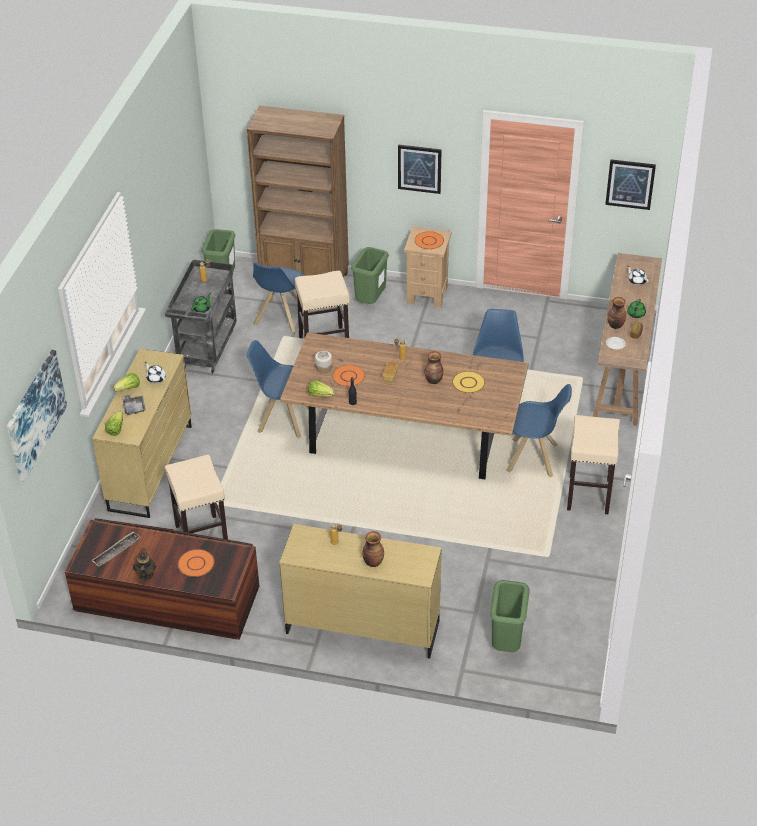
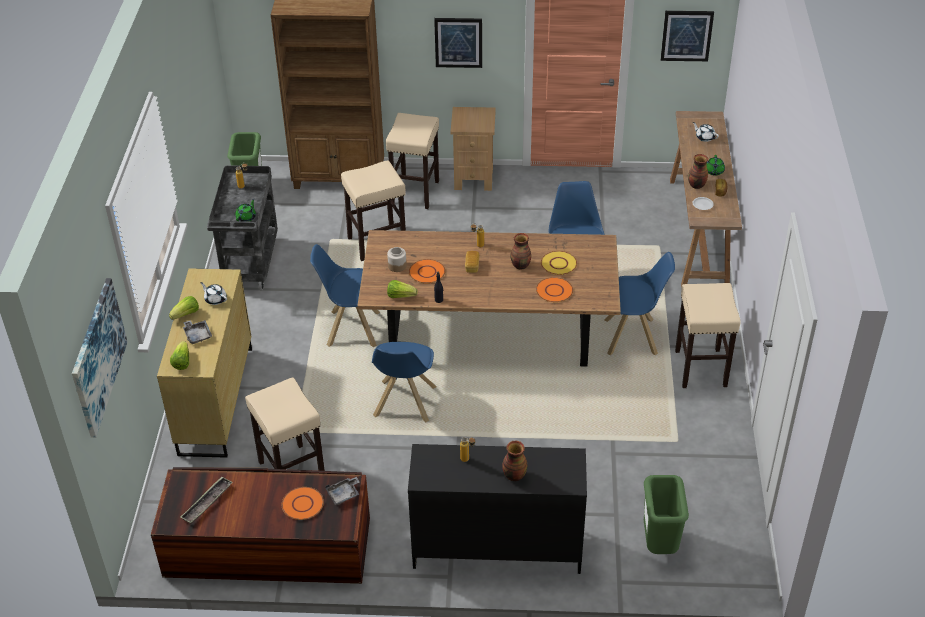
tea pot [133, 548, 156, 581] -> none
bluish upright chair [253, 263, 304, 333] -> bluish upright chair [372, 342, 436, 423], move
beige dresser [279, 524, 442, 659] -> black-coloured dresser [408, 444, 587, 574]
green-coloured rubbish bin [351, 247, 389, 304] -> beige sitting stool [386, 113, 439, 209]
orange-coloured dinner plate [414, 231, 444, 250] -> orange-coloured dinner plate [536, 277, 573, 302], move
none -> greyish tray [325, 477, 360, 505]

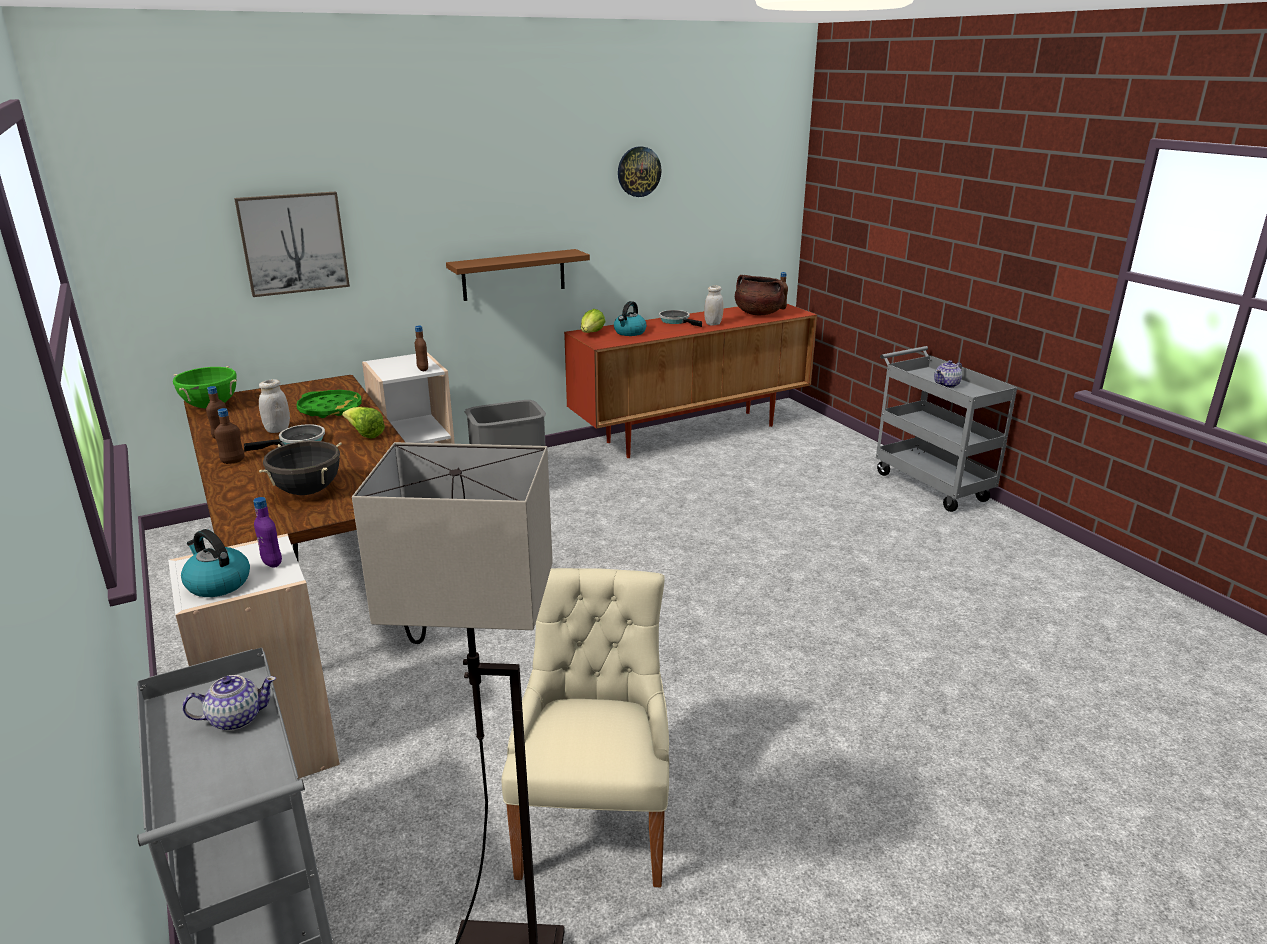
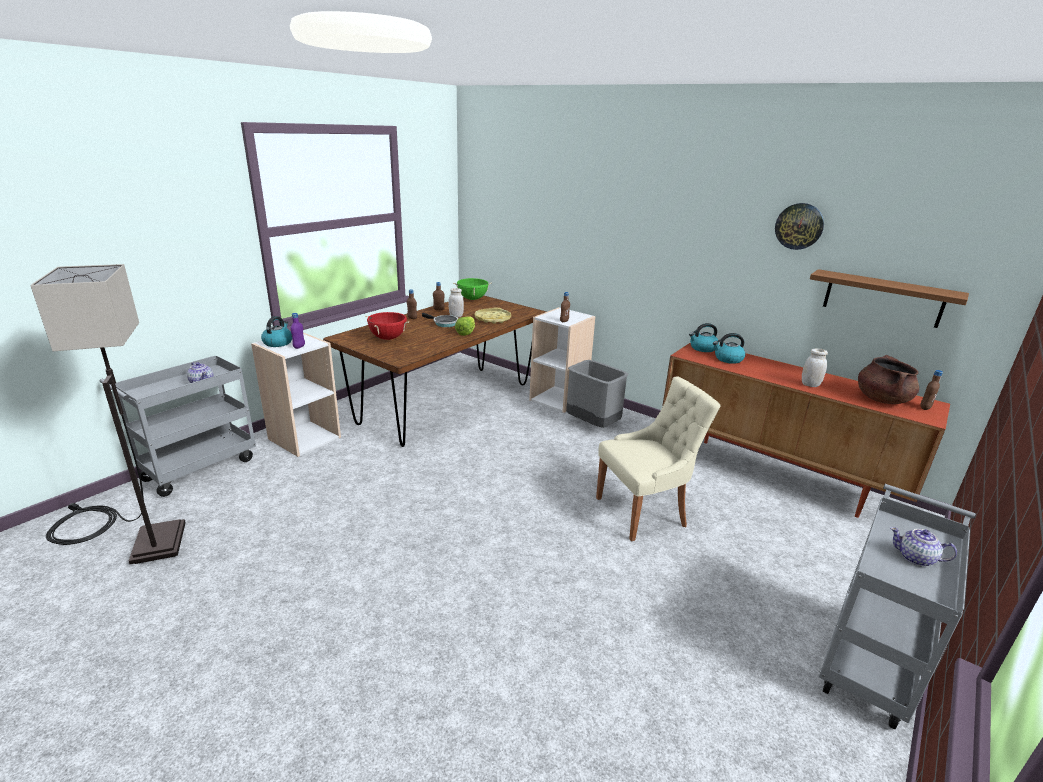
wall picture [234, 192, 350, 297] -> none
black-coloured stockpot [259, 441, 342, 495] -> red stockpot [365, 312, 409, 340]
green-coloured tray [296, 390, 362, 418] -> yellow-coloured tray [475, 308, 511, 323]
brownish bracket shelf [446, 249, 590, 301] -> brownish bracket shelf [810, 269, 969, 328], move
beige upright chair [502, 568, 669, 887] -> beige upright chair [596, 376, 721, 541], move
head of lettuce [581, 309, 605, 333] -> kettle [689, 323, 719, 352]
frying pan [659, 310, 702, 327] -> none

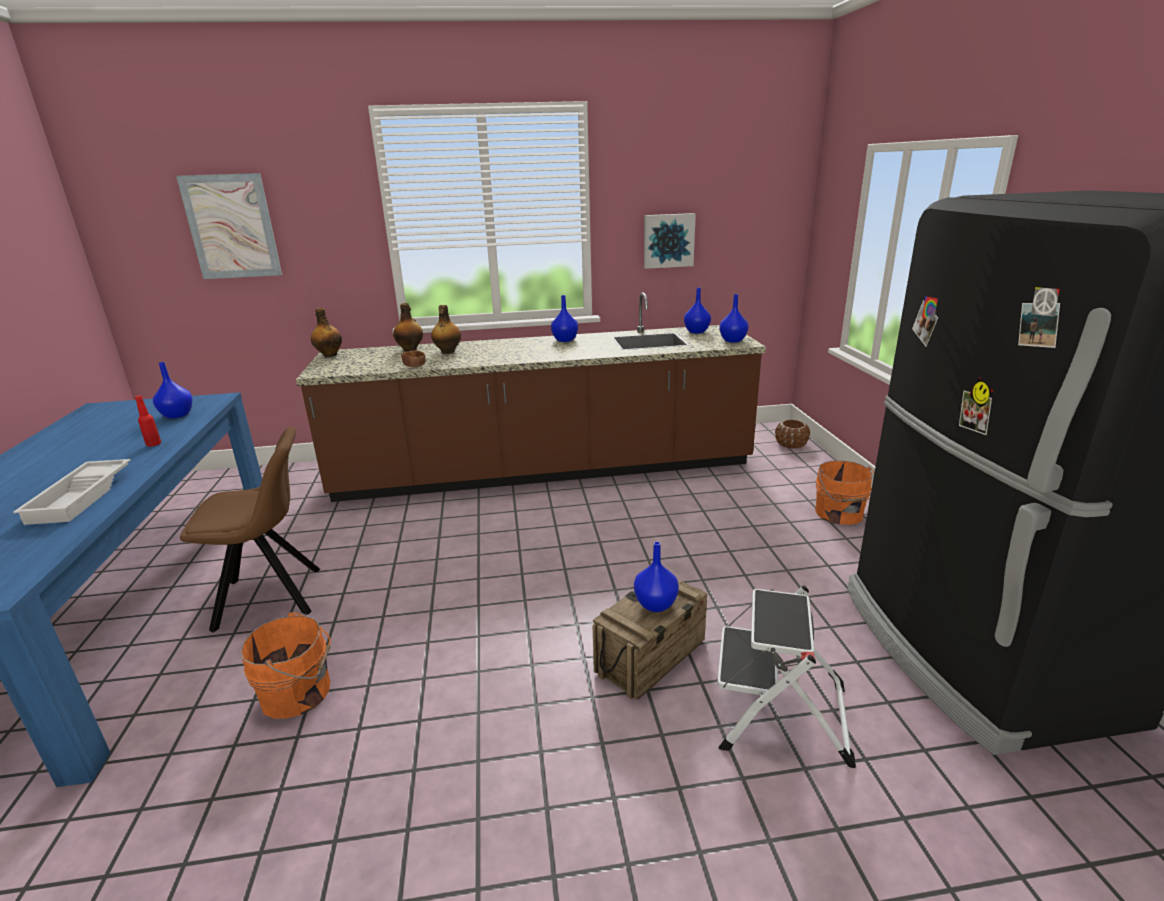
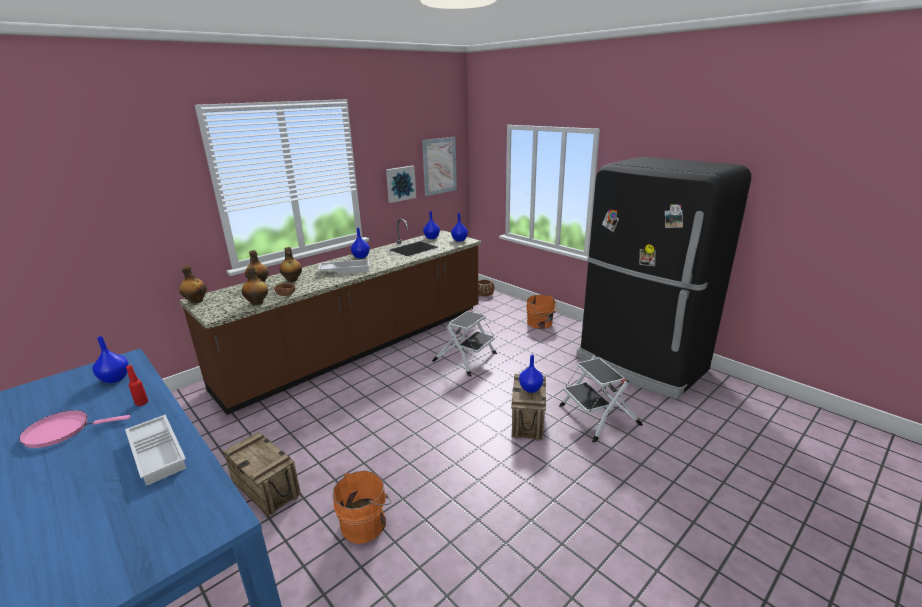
wall picture [176, 173, 282, 279] -> wall picture [422, 137, 457, 196], move
brownish upright chair [180, 426, 320, 632] -> crate [223, 432, 301, 516]
none -> pink-coloured frying pan [19, 410, 131, 448]
none -> bottle [242, 266, 268, 305]
none -> white tray [318, 259, 369, 274]
none -> step stool [432, 308, 497, 377]

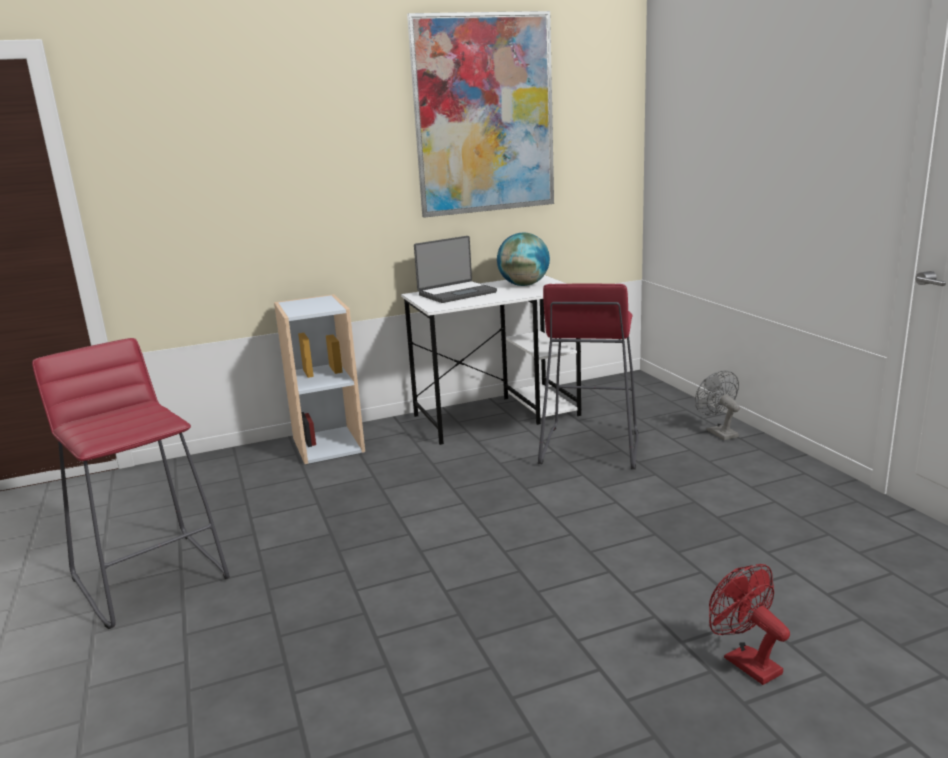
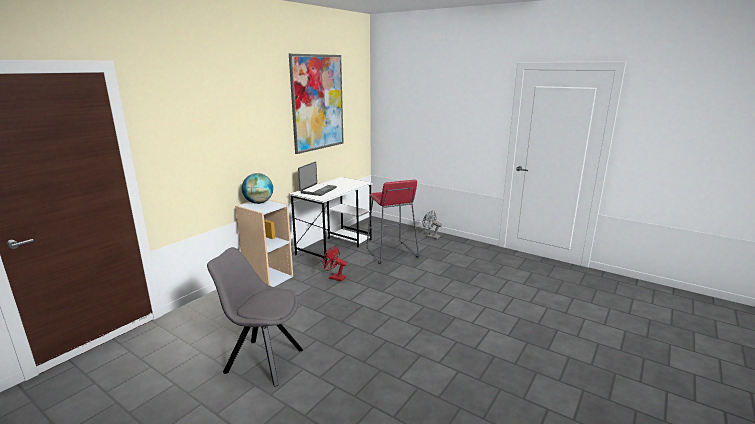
red sitting stool [32, 338, 230, 629] -> greyish upright chair [207, 247, 303, 387]
desk globe [497, 233, 550, 286] -> desk globe [242, 173, 273, 204], move
red cooling fan [709, 564, 790, 685] -> red cooling fan [323, 246, 347, 281], move

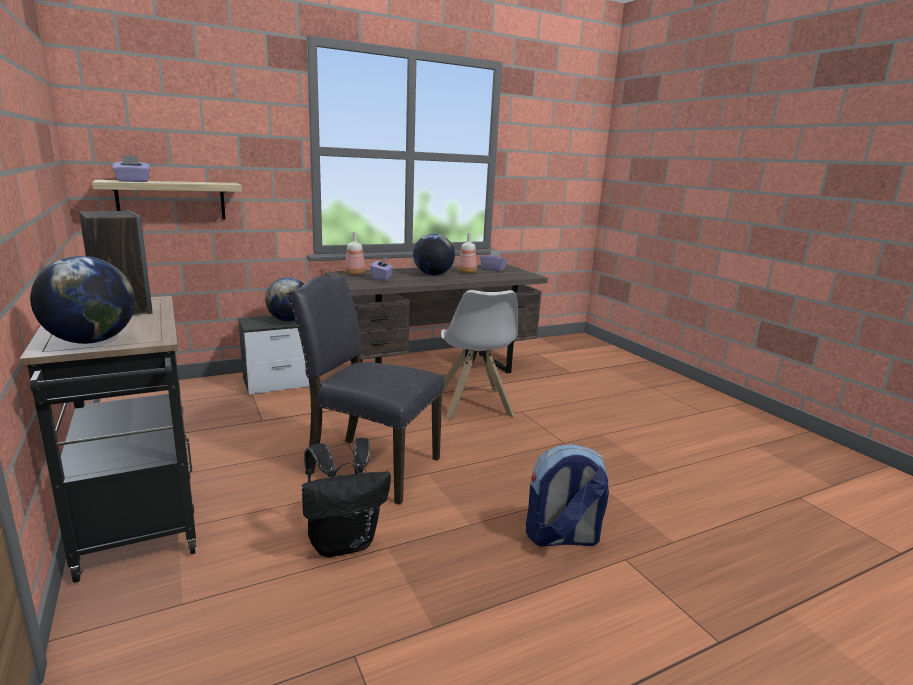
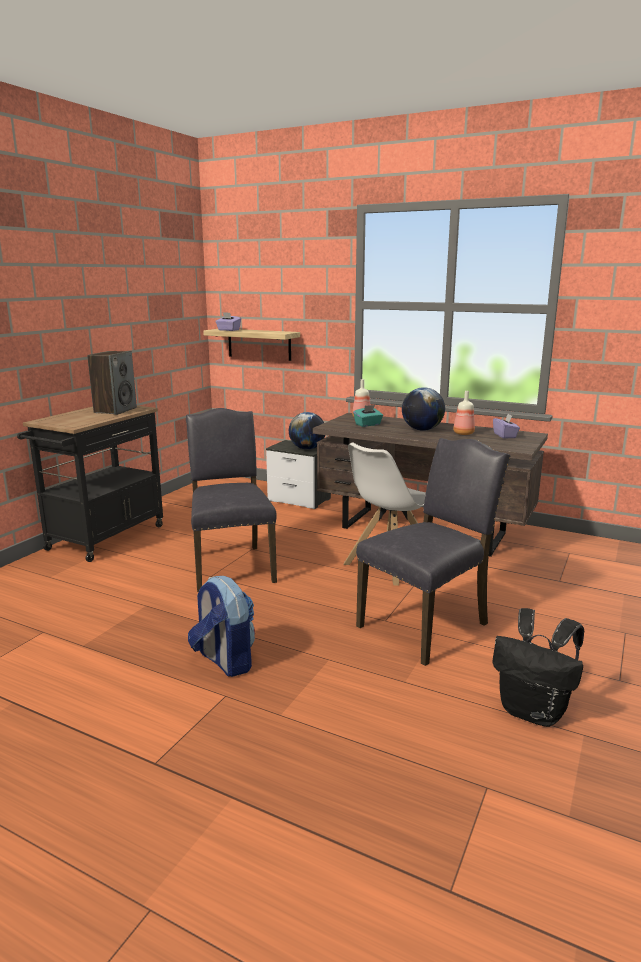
desk globe [30, 256, 135, 344] -> none
black-coloured knapsack [302, 438, 391, 557] -> black-coloured knapsack [493, 608, 584, 727], move
purplish tissue box [370, 257, 393, 281] -> turquoise-coloured tissue box [353, 405, 383, 427]
none -> greyish upright chair [356, 438, 511, 666]

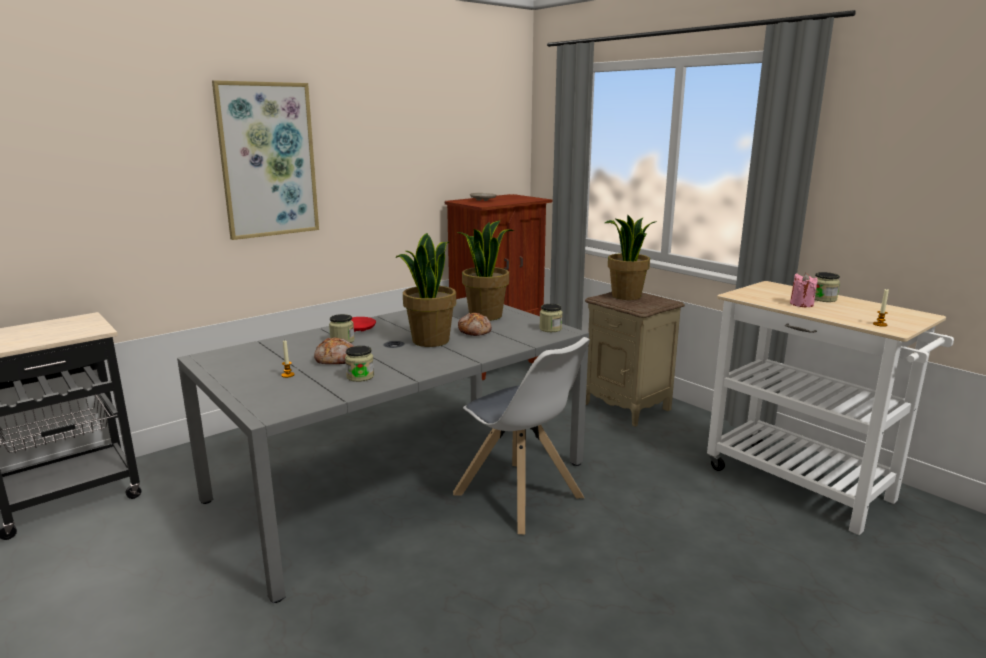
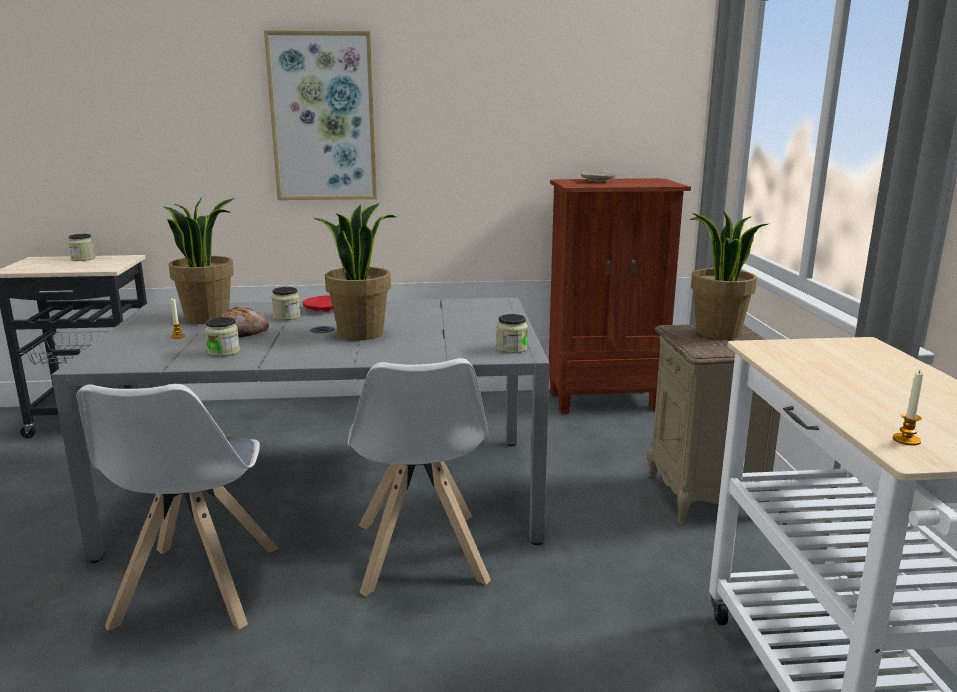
plant in a pot [457, 220, 514, 321] -> plant in a pot [164, 197, 234, 324], move
baked bread [458, 313, 492, 336] -> none
pink-coloured wax light [790, 273, 817, 307] -> none
jar [815, 272, 840, 302] -> jar [68, 234, 96, 261], move
none -> upright chair [76, 384, 279, 631]

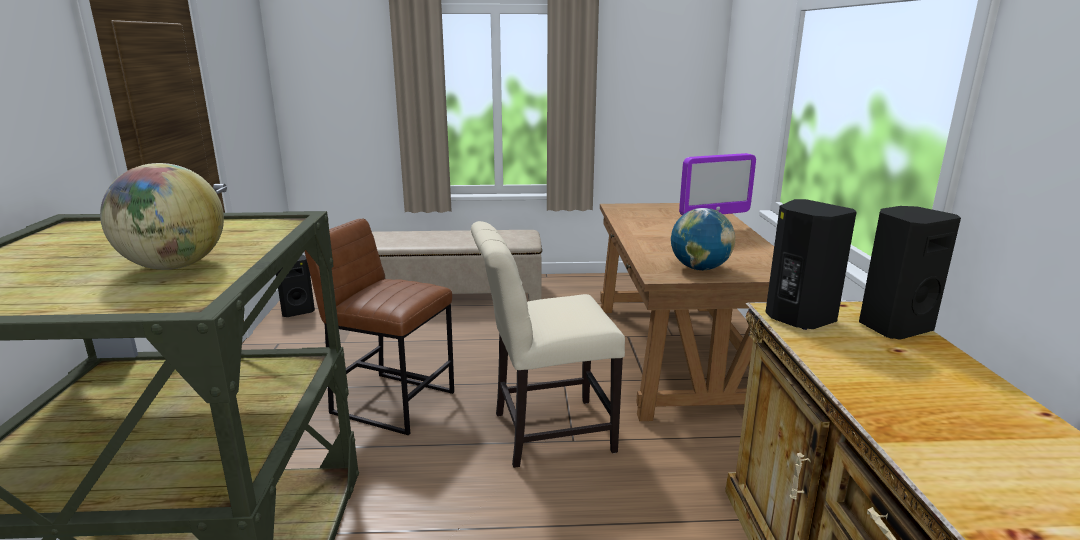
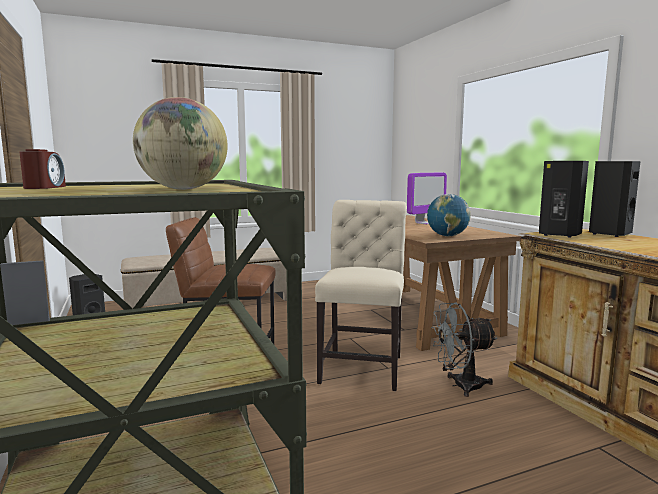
beige upright chair [471, 221, 625, 468] -> beige upright chair [315, 200, 407, 391], 135 degrees clockwise
none -> table clock [19, 149, 66, 189]
none -> greyish cooling fan [431, 302, 497, 397]

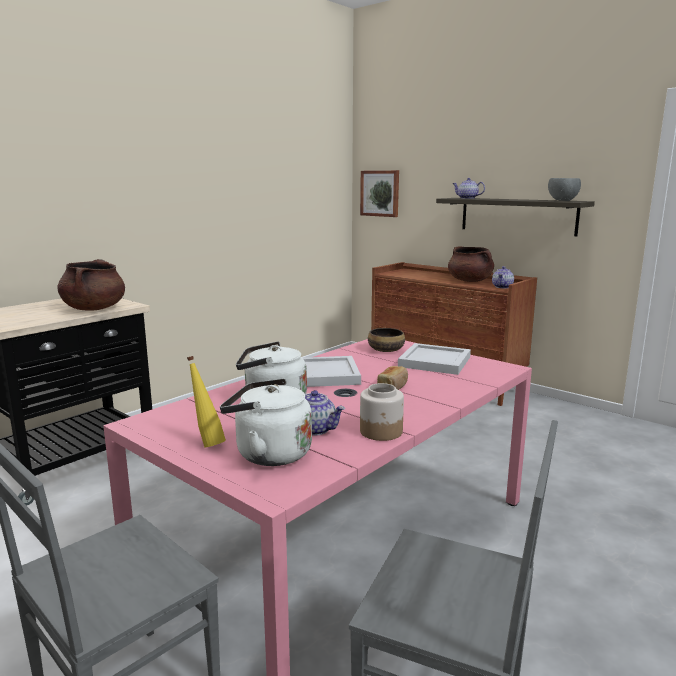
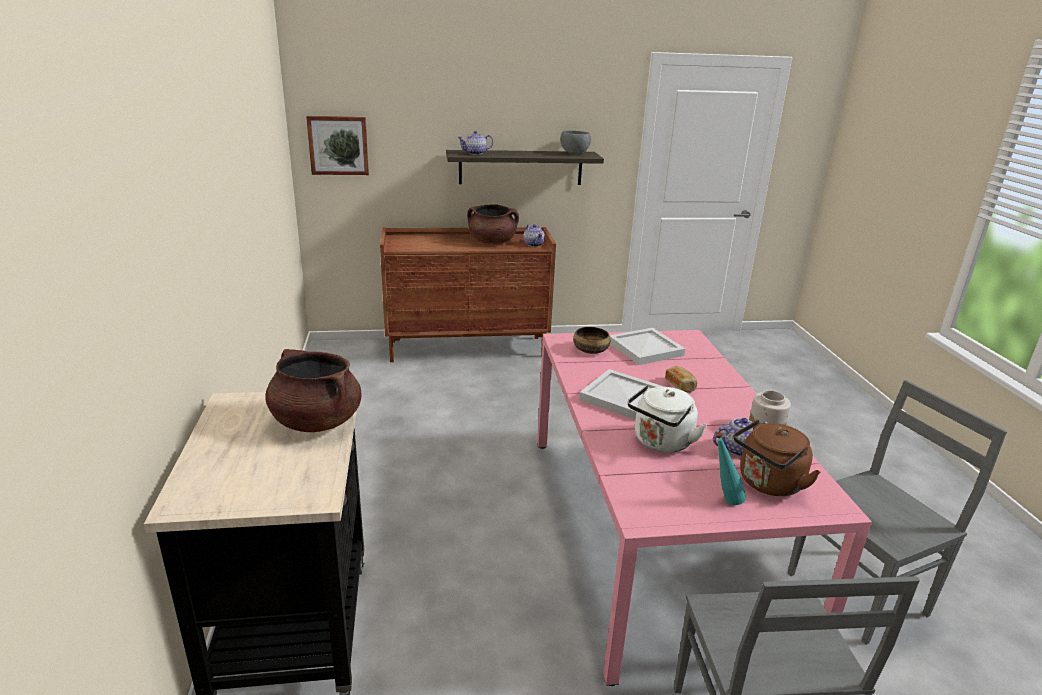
yellow-coloured bottle [187, 356, 226, 447] -> turquoise-coloured bottle [715, 432, 746, 505]
white kettle [220, 379, 312, 466] -> brownish kettle [734, 420, 820, 496]

